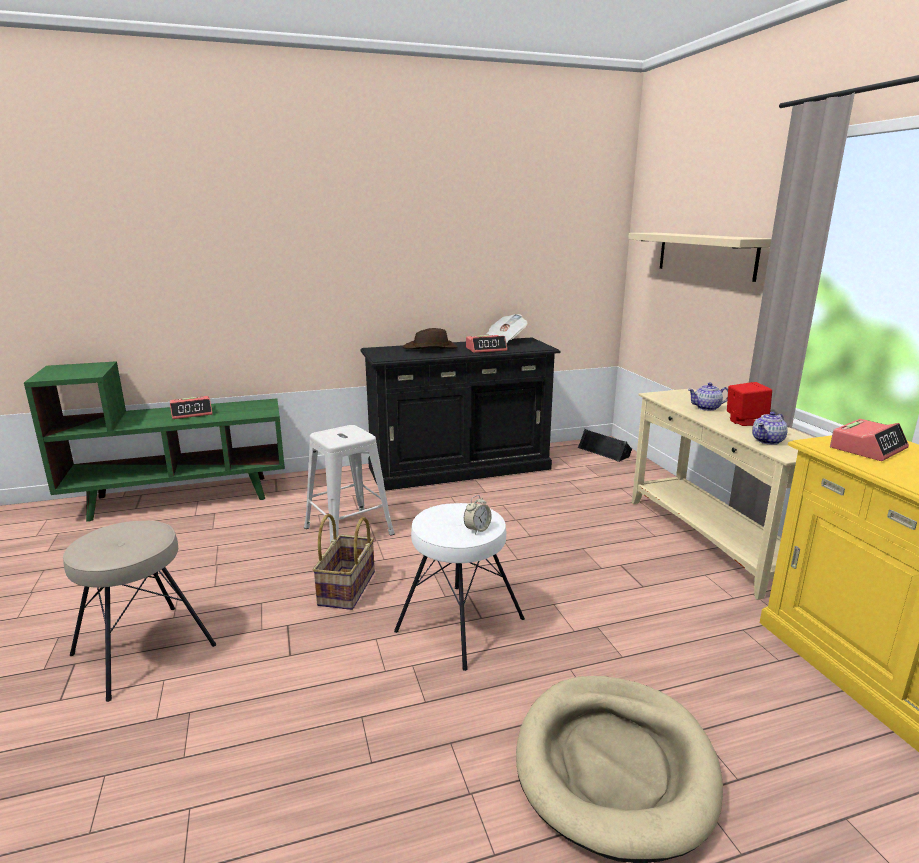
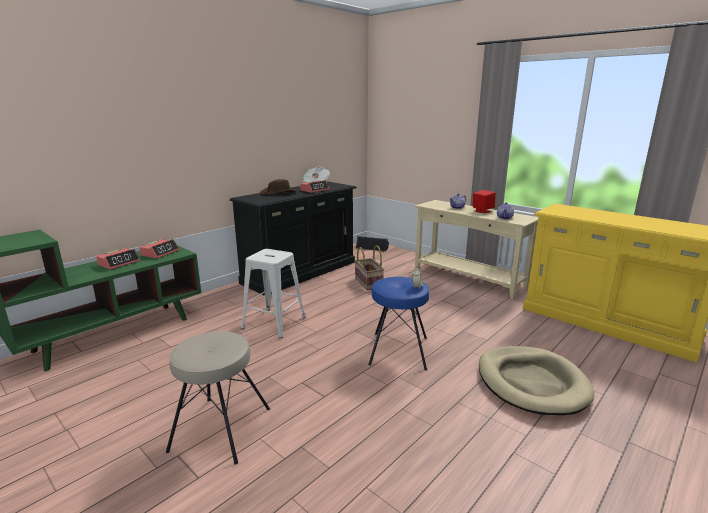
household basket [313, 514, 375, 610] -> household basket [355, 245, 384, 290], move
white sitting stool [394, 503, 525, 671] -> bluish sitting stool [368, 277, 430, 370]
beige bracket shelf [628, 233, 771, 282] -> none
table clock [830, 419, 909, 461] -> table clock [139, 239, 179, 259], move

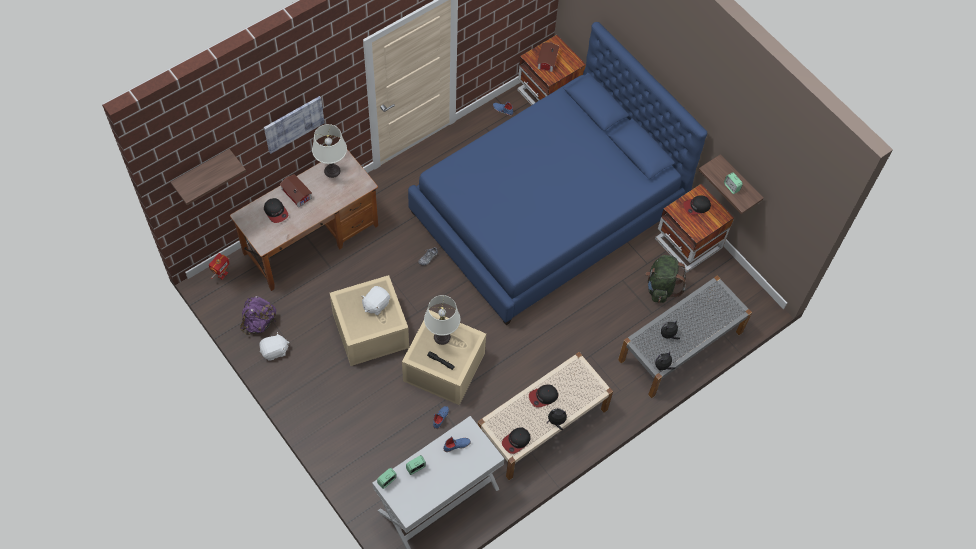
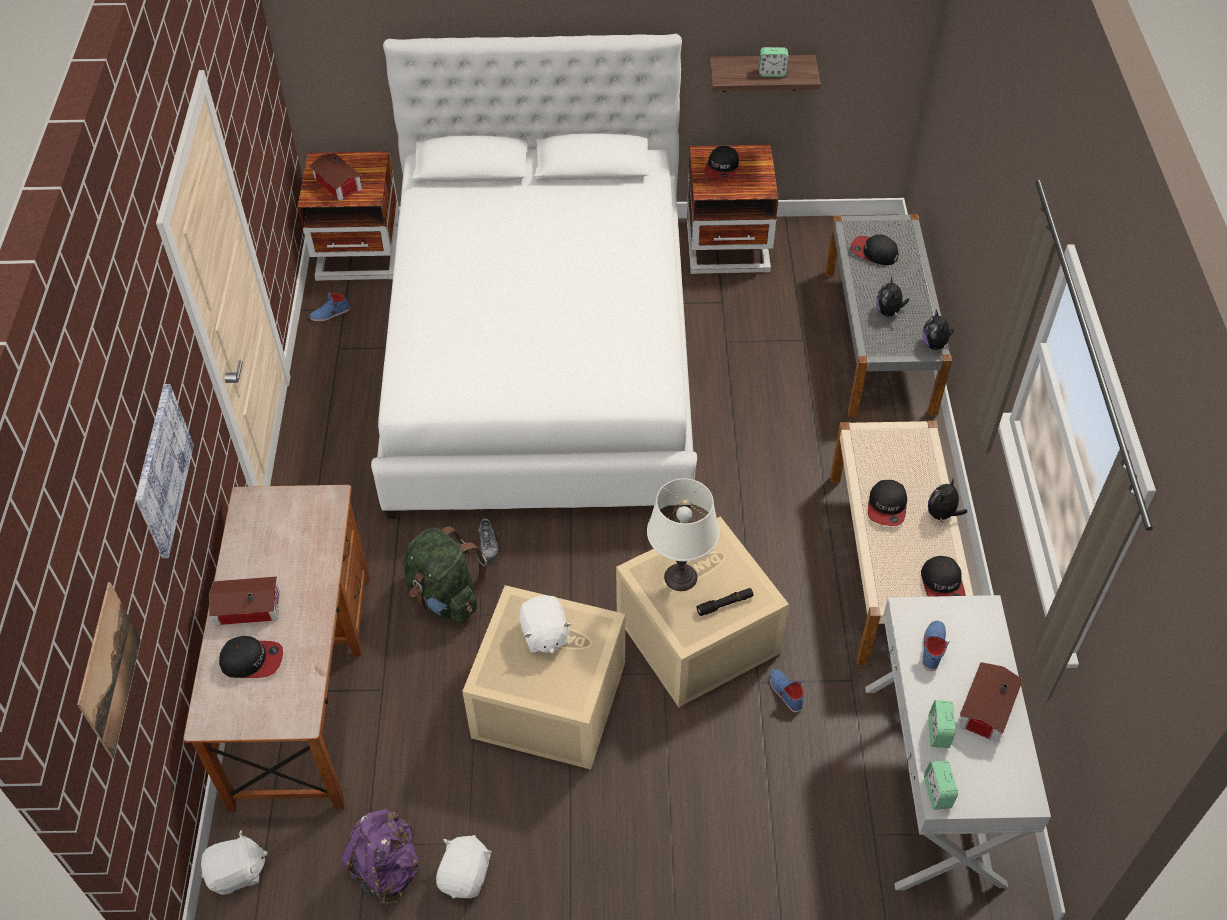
bracket shelf [171, 149, 246, 205] -> wall picture [77, 582, 141, 759]
model robot [209, 253, 230, 280] -> white cuddly toy [201, 830, 268, 895]
white tabletop lamp [312, 124, 347, 178] -> none
bluish bed [408, 22, 707, 325] -> white bed [371, 34, 697, 519]
green-coloured knapsack [645, 255, 686, 303] -> green-coloured knapsack [403, 527, 487, 623], move
none -> cap [851, 235, 899, 265]
none -> toy house [959, 662, 1023, 742]

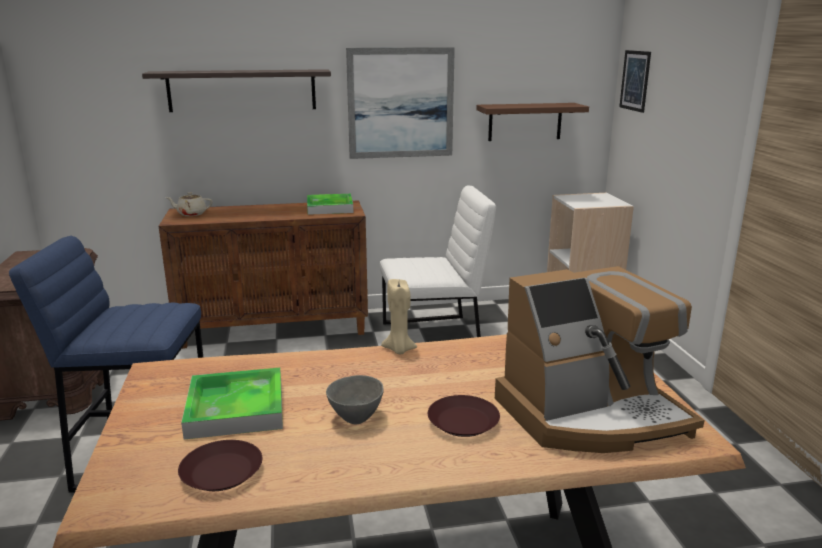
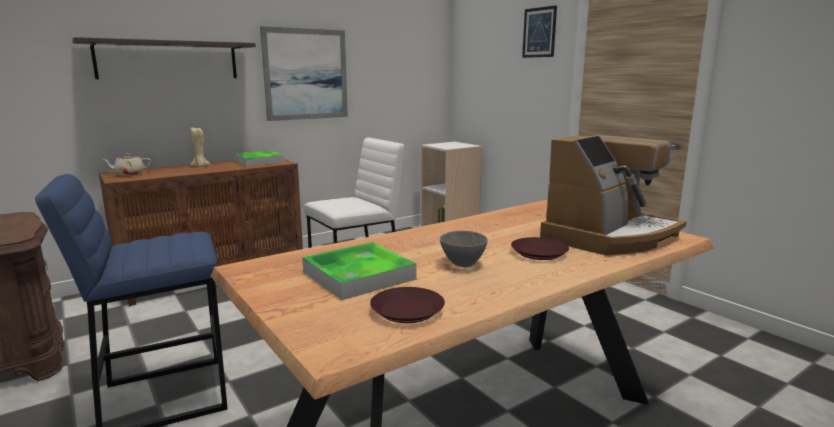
beige wax light [381, 279, 417, 354] -> beige wax light [190, 126, 211, 167], move
brownish bracket shelf [476, 103, 589, 141] -> none
wall picture [619, 50, 651, 113] -> wall picture [522, 5, 557, 58], move

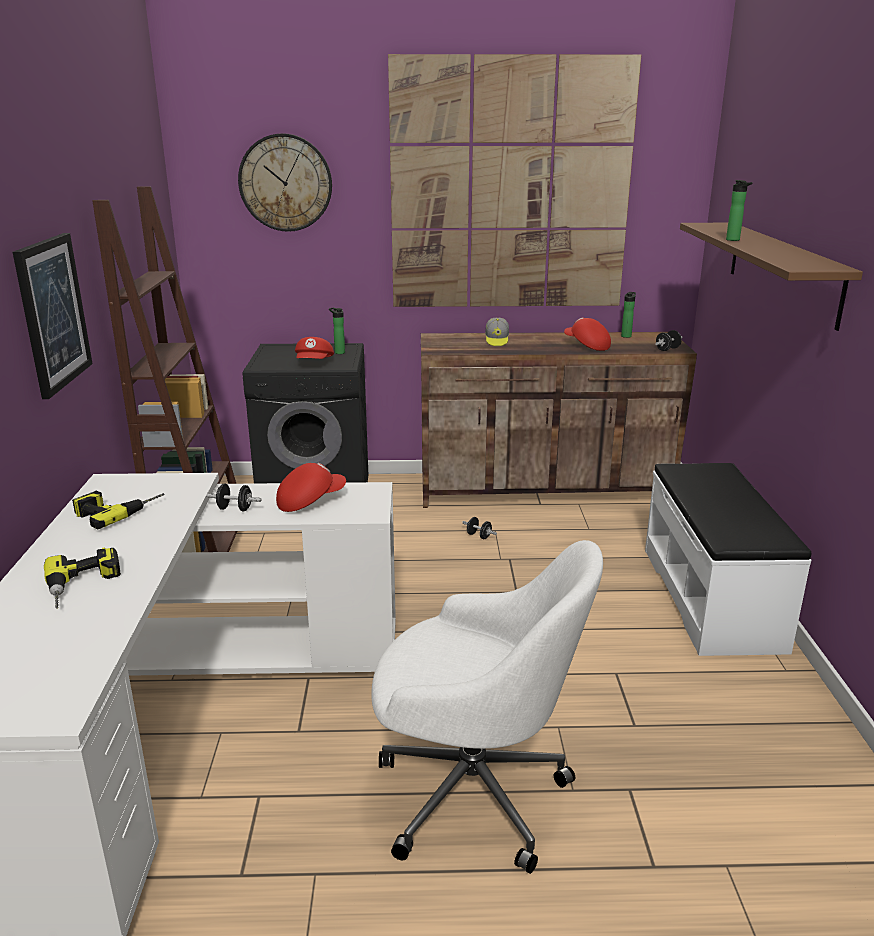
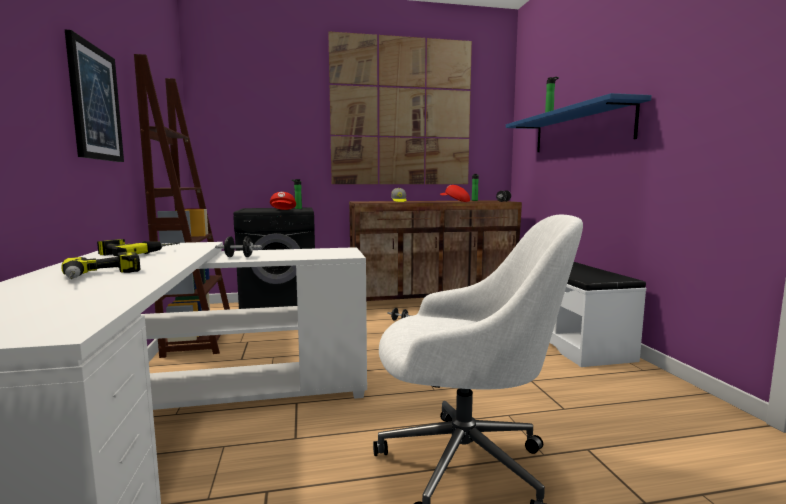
clock on the wall [238, 133, 332, 232] -> none
red cap [276, 463, 346, 512] -> none
brownish bracket shelf [680, 223, 863, 331] -> bluish bracket shelf [506, 93, 652, 152]

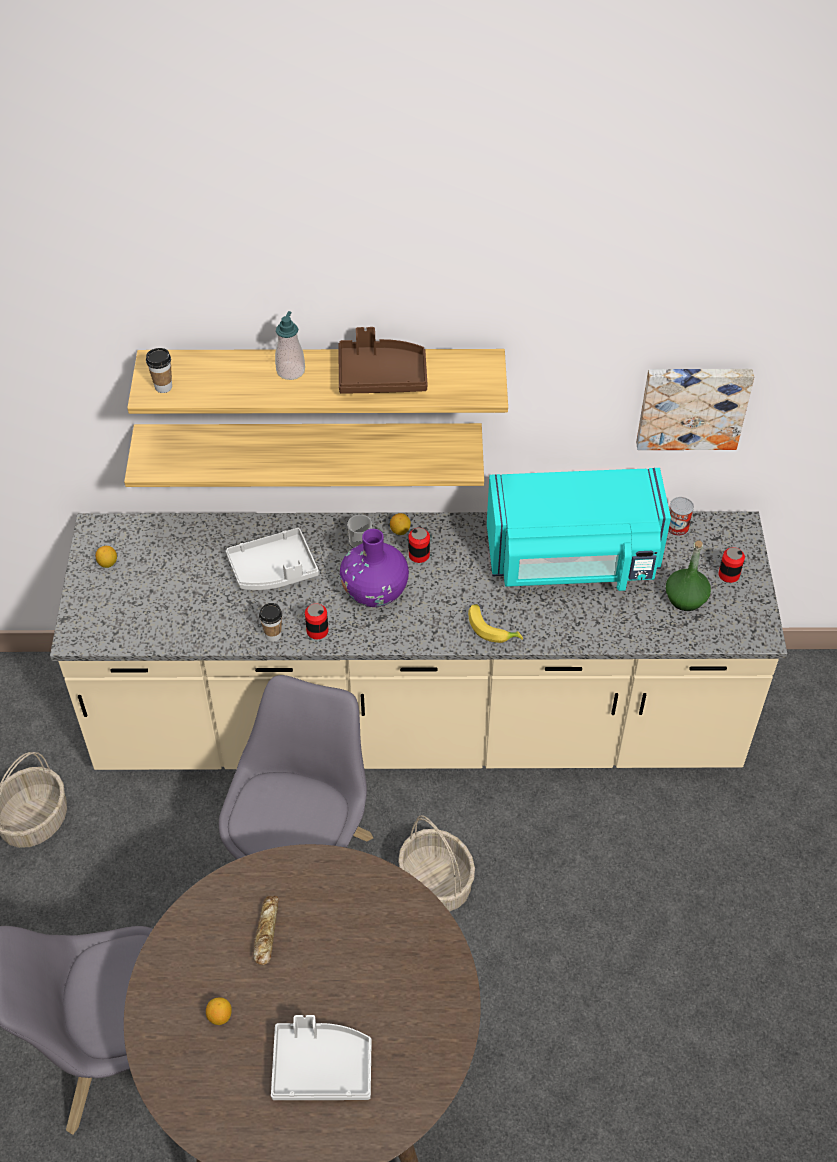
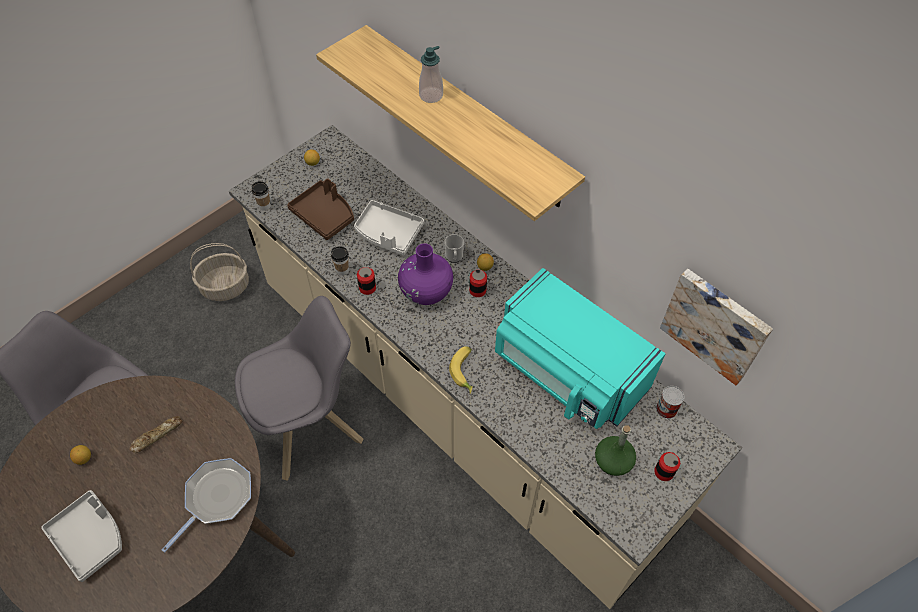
bracket shelf [124, 423, 484, 487] -> none
cup [146, 348, 172, 393] -> cup [252, 181, 271, 211], move
brownish tray [338, 327, 428, 394] -> brownish tray [287, 178, 354, 240], move
household basket [398, 815, 475, 912] -> none
none -> frying pan [162, 458, 251, 553]

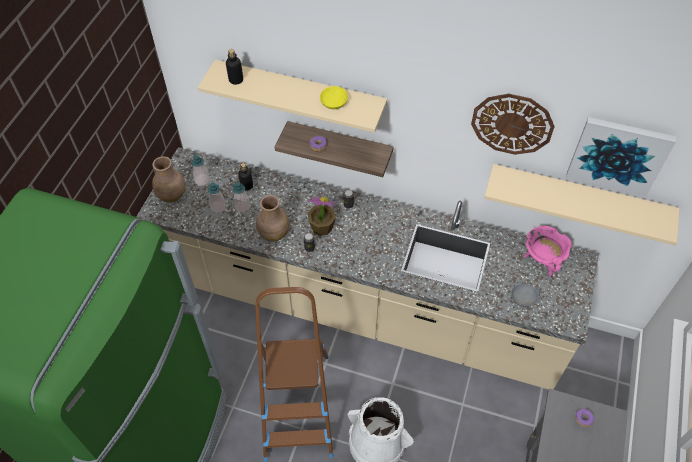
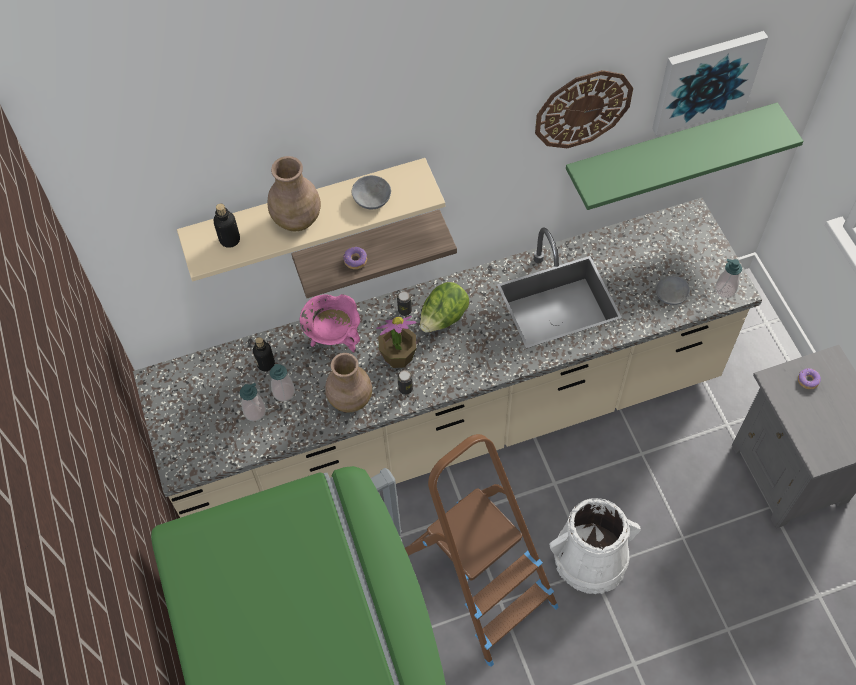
brownish decorative vase [152, 156, 186, 202] -> brownish decorative vase [268, 156, 321, 231], move
liquid soap bottle [192, 153, 210, 186] -> liquid soap bottle [715, 259, 742, 299], move
yellow-coloured deep dish [320, 86, 348, 109] -> greyish deep dish [352, 175, 391, 209]
beige bracket shelf [484, 164, 680, 245] -> green-coloured bracket shelf [566, 103, 803, 210]
pink-coloured stockpot [524, 226, 572, 277] -> pink-coloured stockpot [300, 294, 360, 352], move
none -> head of lettuce [420, 282, 469, 333]

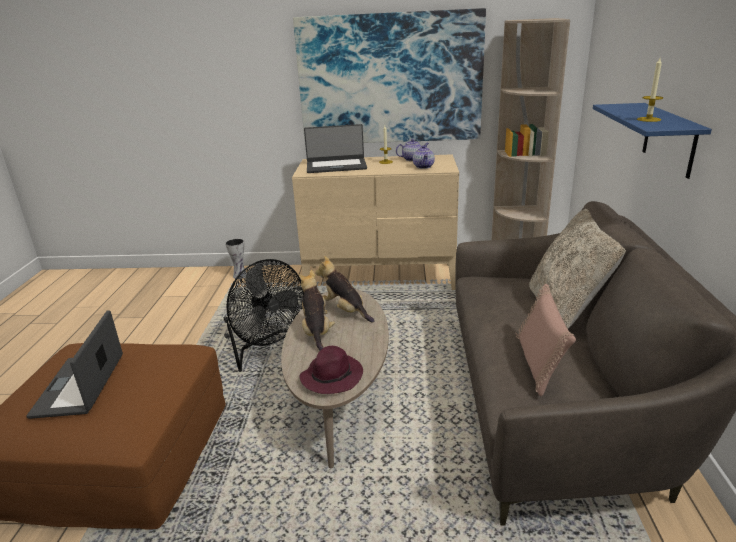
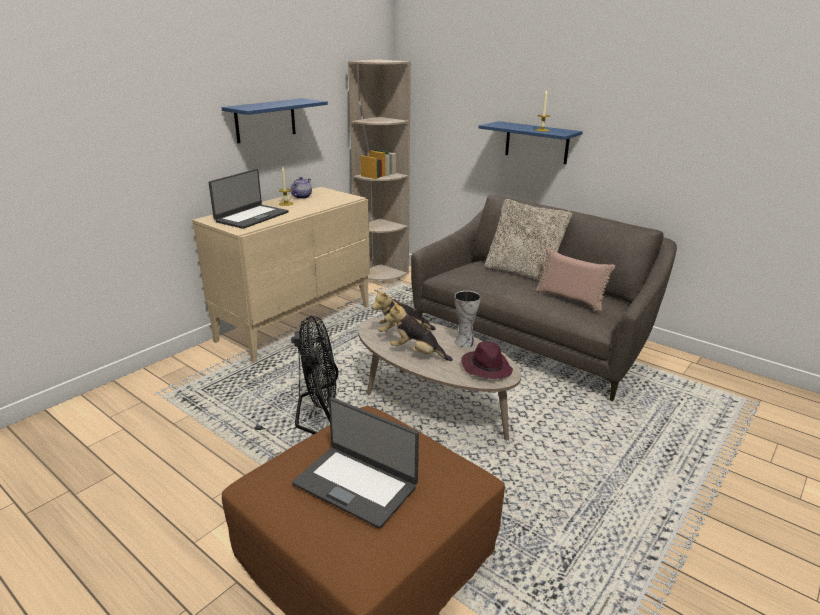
decorative vase [225, 238, 247, 279] -> decorative vase [455, 291, 481, 348], move
wall picture [293, 8, 486, 143] -> bluish bracket shelf [222, 98, 328, 143]
tea pot [413, 145, 435, 169] -> none

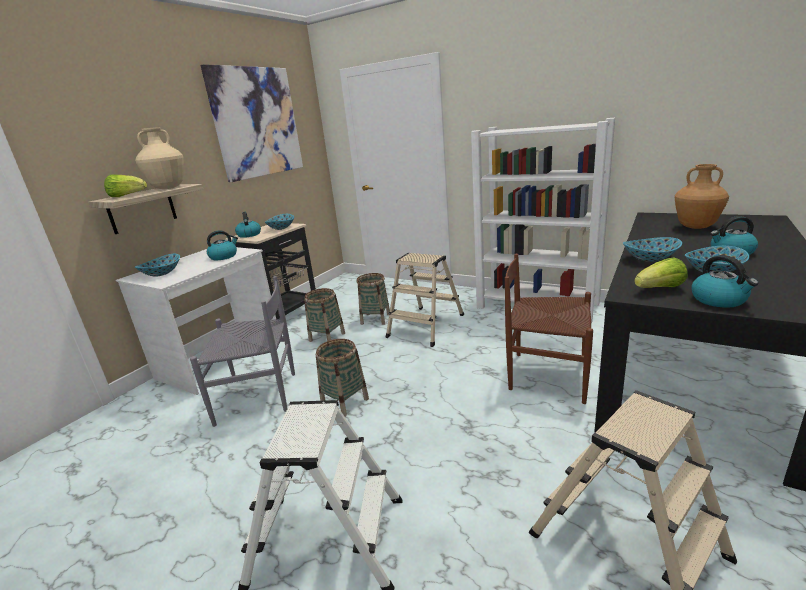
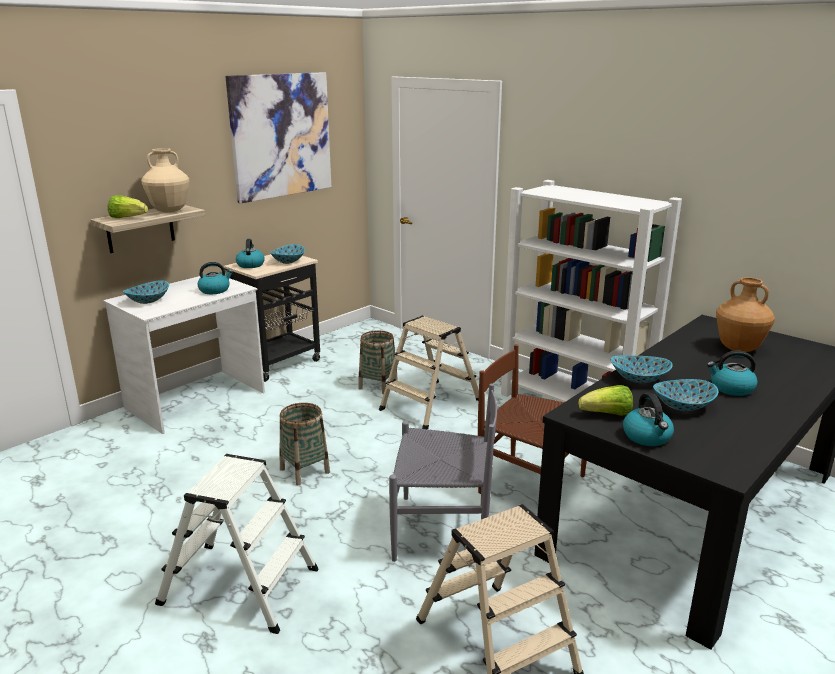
greyish upright chair [190, 276, 295, 427] -> greyish upright chair [389, 384, 497, 562], move
household basket [304, 288, 345, 342] -> none

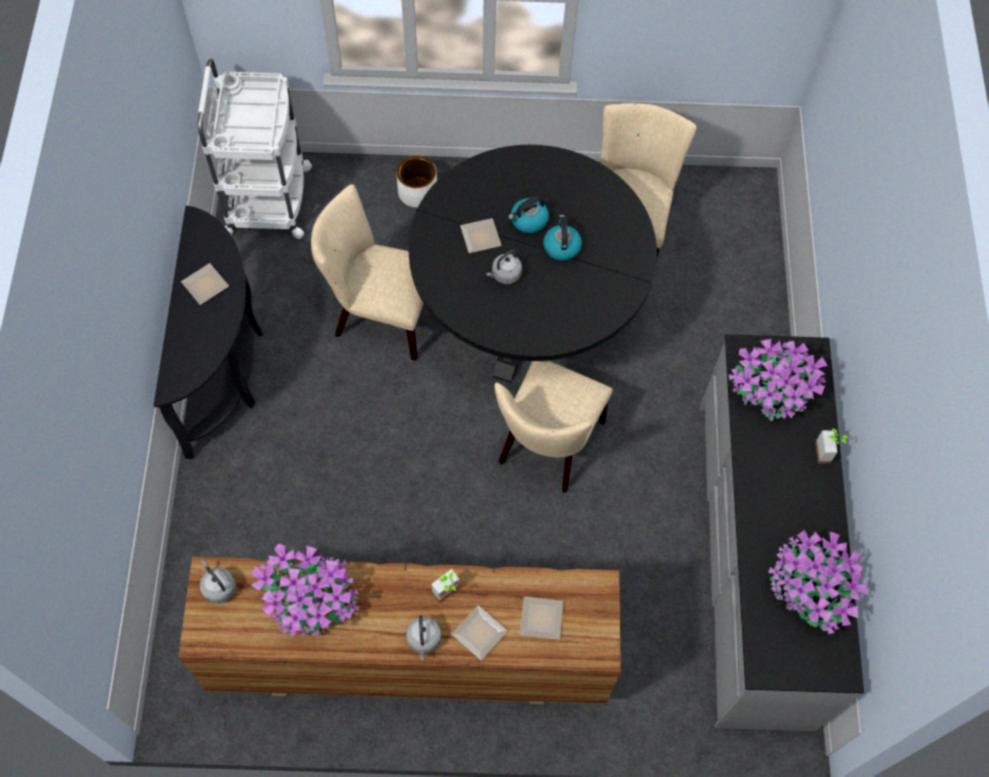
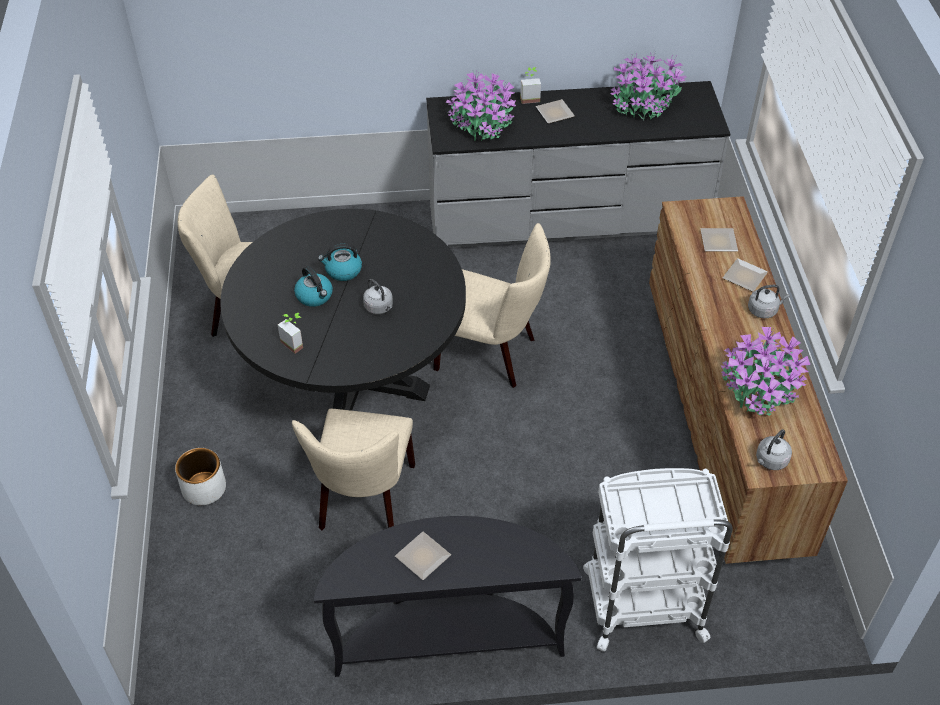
white cart [198, 59, 312, 239] -> white cart [583, 468, 733, 652], move
plant in a pot [431, 569, 460, 602] -> plant in a pot [278, 313, 303, 354], move
dinner plate [460, 218, 502, 253] -> dinner plate [536, 99, 575, 124], move

